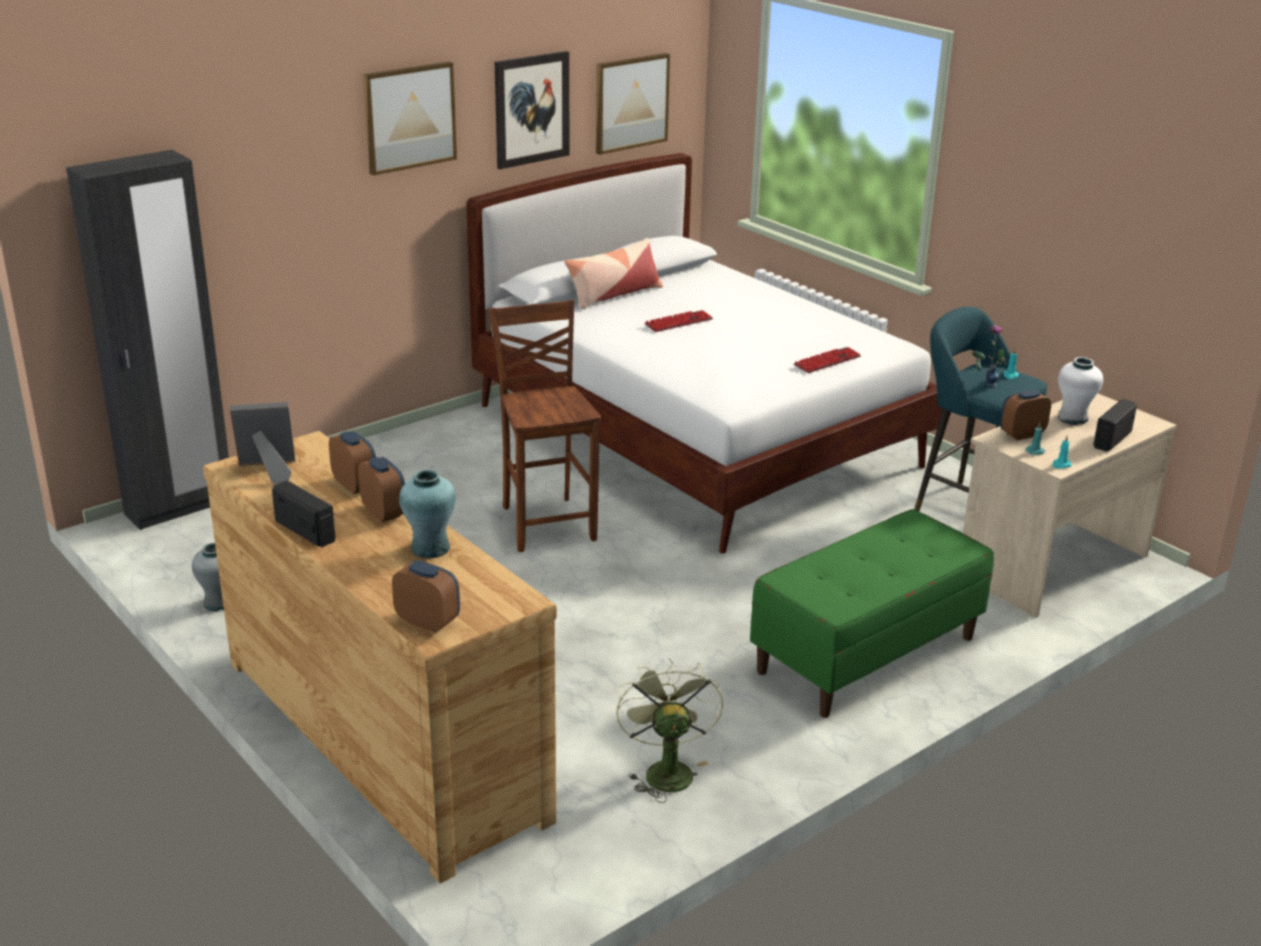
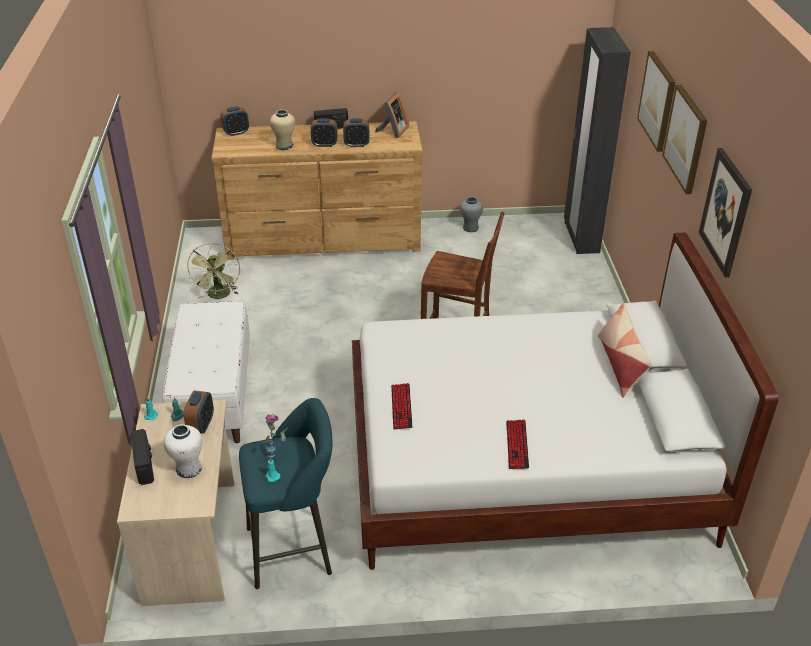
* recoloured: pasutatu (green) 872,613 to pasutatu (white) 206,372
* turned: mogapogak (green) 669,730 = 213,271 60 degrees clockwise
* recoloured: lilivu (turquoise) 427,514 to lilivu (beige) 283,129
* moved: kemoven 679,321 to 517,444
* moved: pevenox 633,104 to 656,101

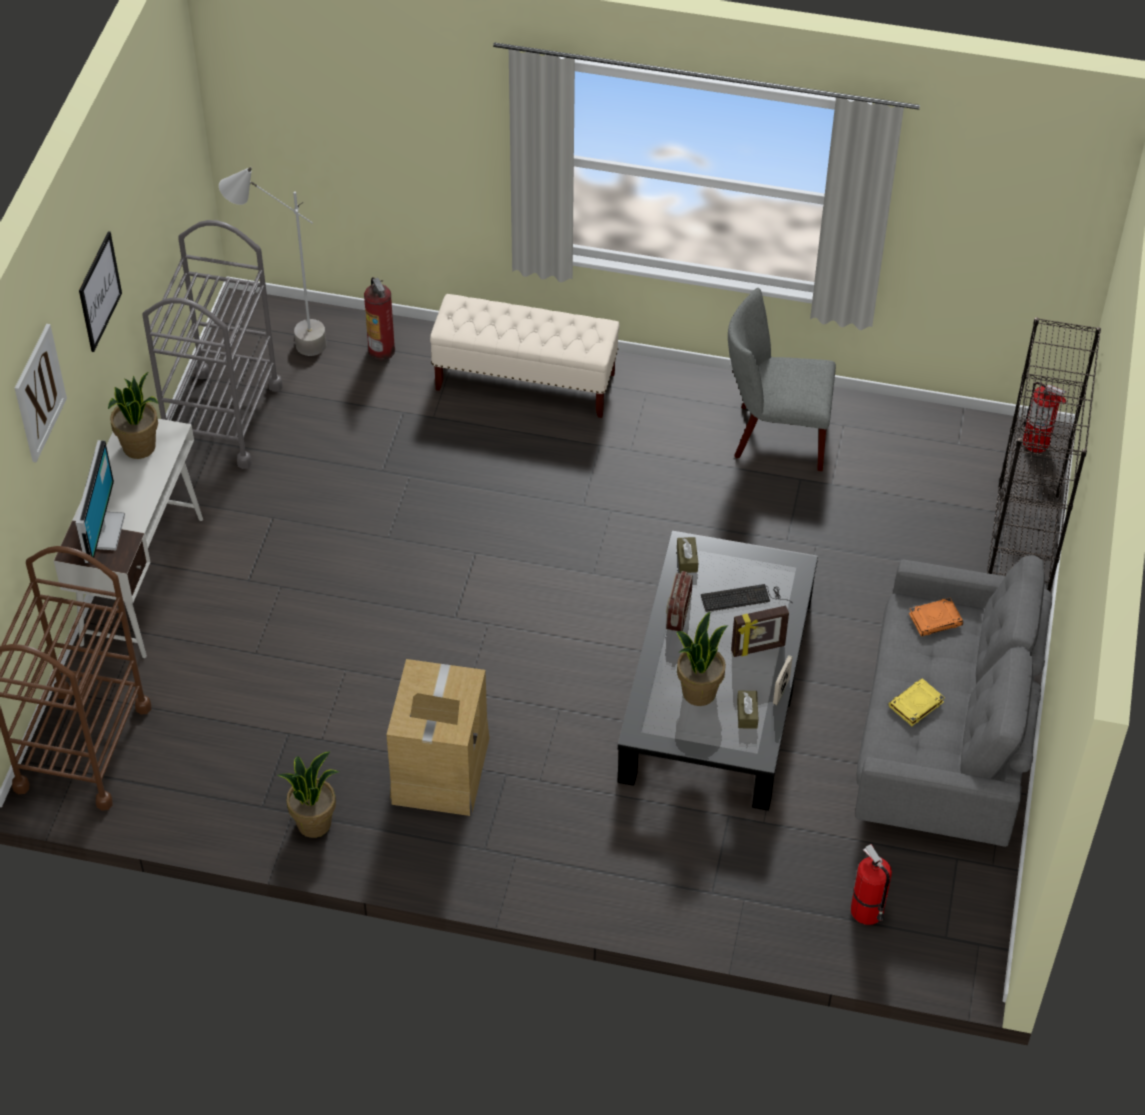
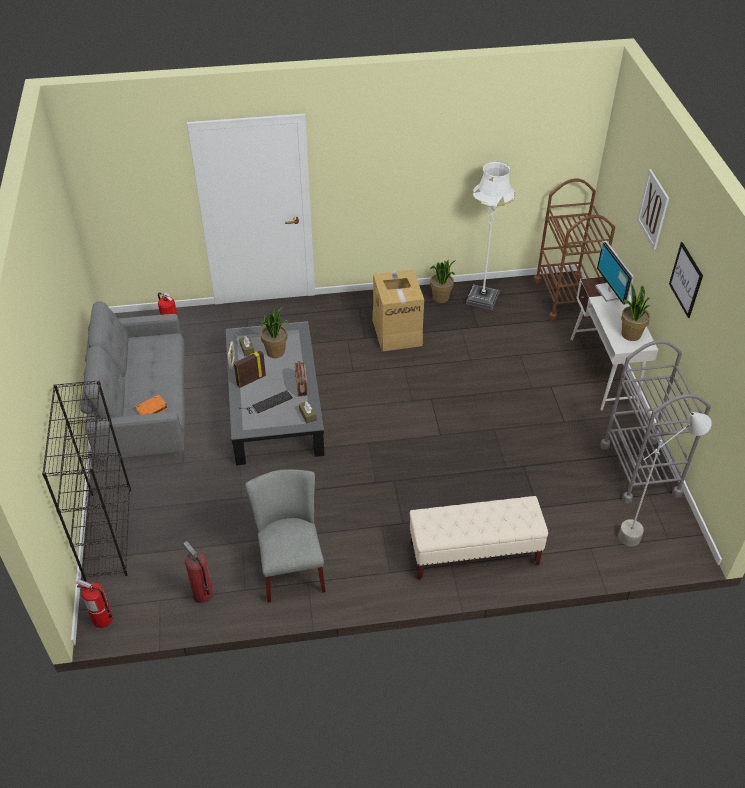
* moved: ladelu 379,318 to 198,572
* turned: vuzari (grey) 782,379 = 285,536 90 degrees counterclockwise
* added: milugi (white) 490,235
* removed: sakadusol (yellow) 917,702

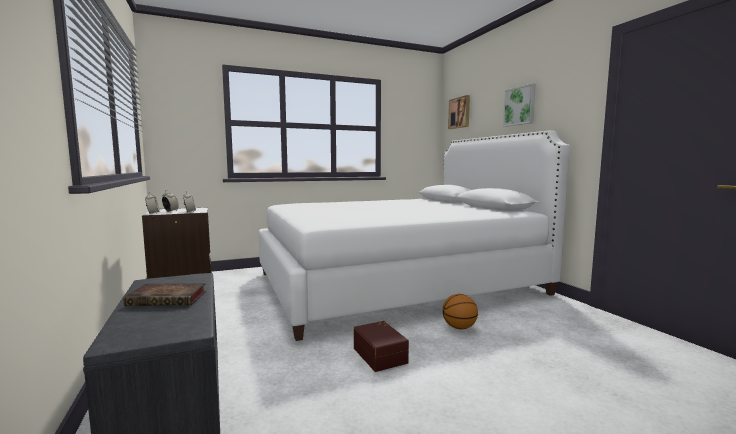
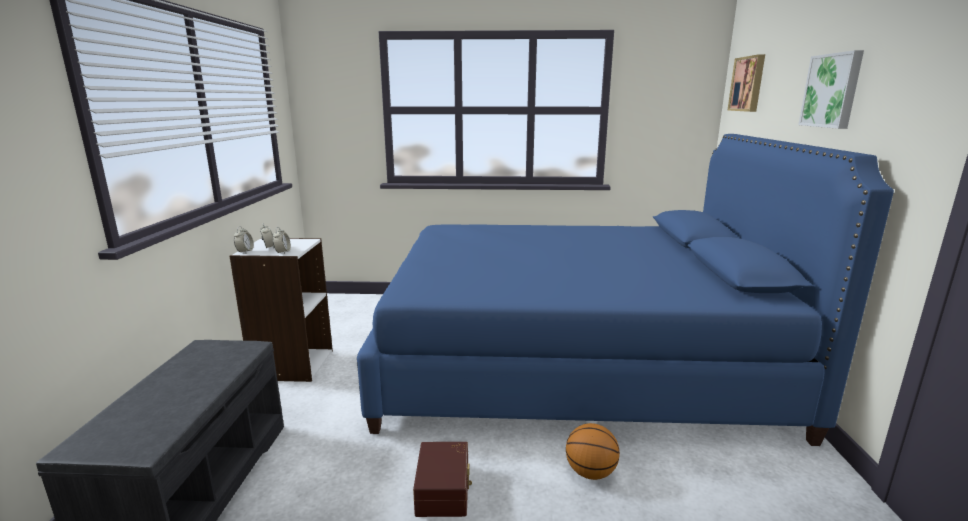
* recoloured: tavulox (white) 414,236 to tavulox (blue) 625,290
* removed: sakadusol 165,294

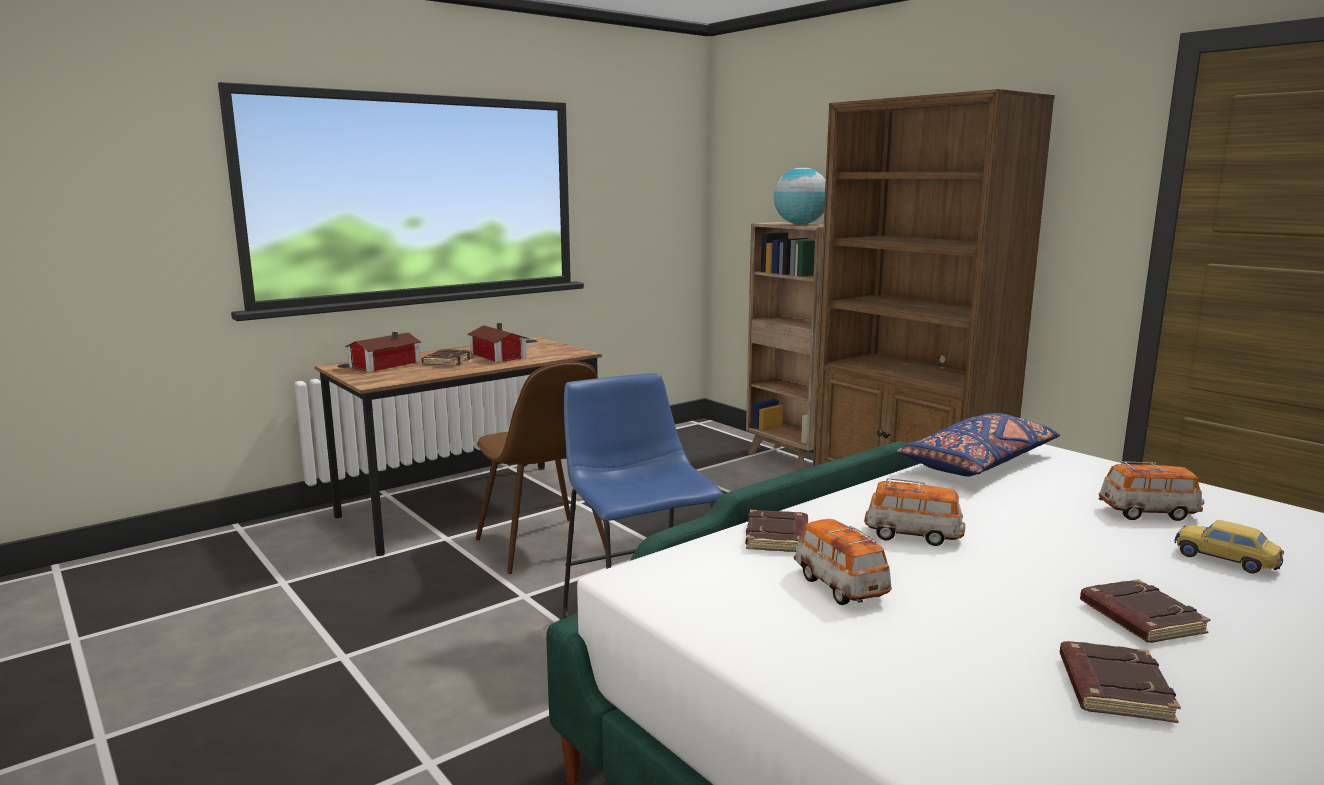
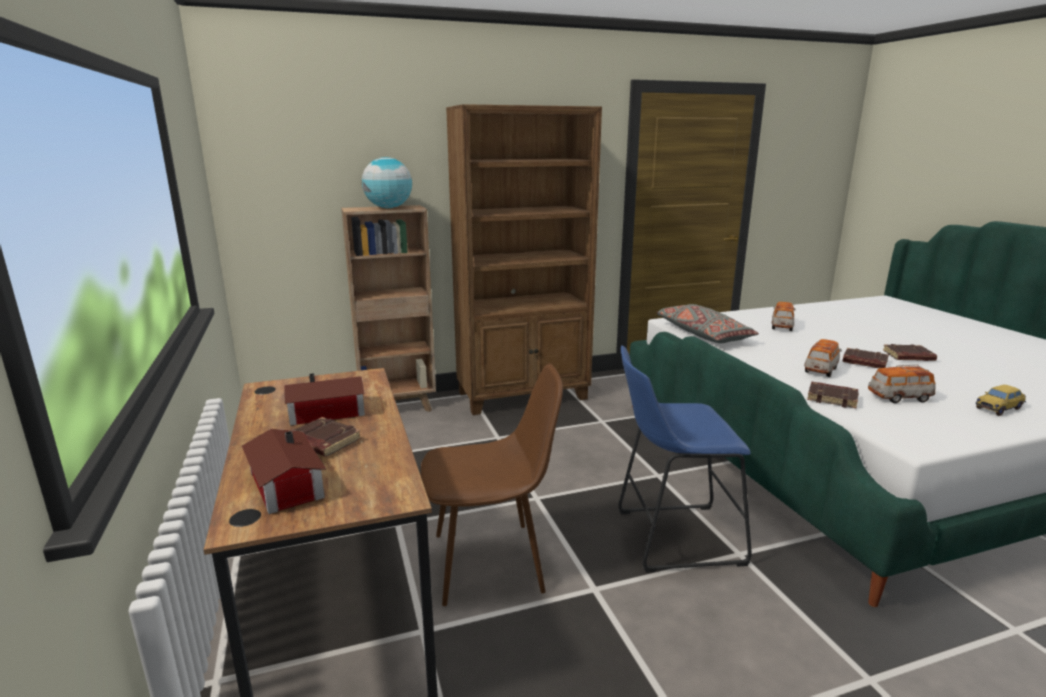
* recoloured: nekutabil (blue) 978,445 to nekutabil (grey) 708,323
* moved: sakadusol (brown) 1120,682 to 865,358
* moved: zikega 1229,547 to 1001,400

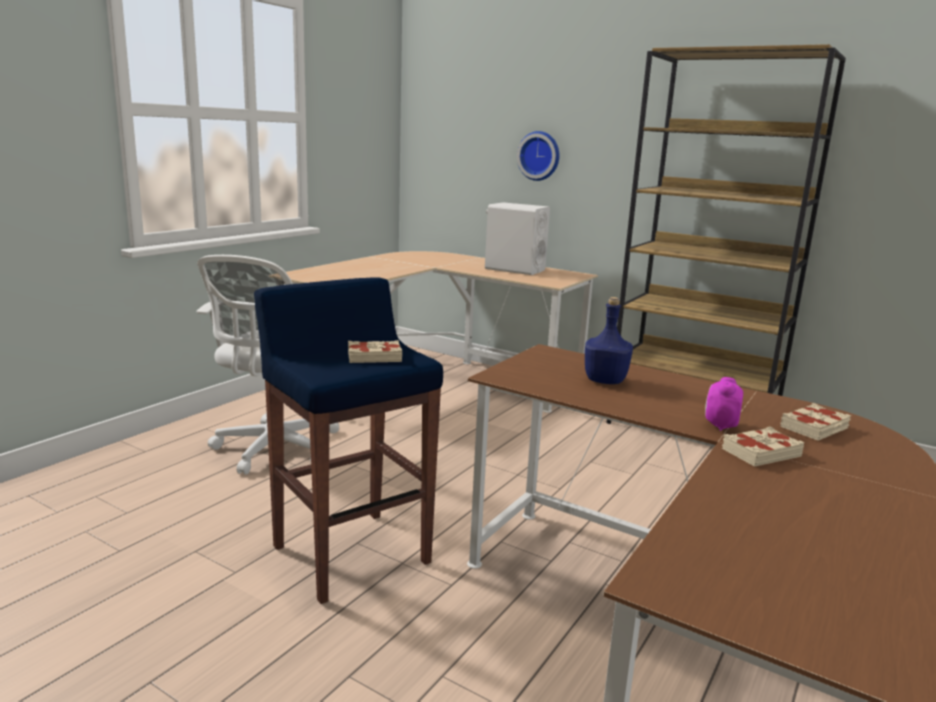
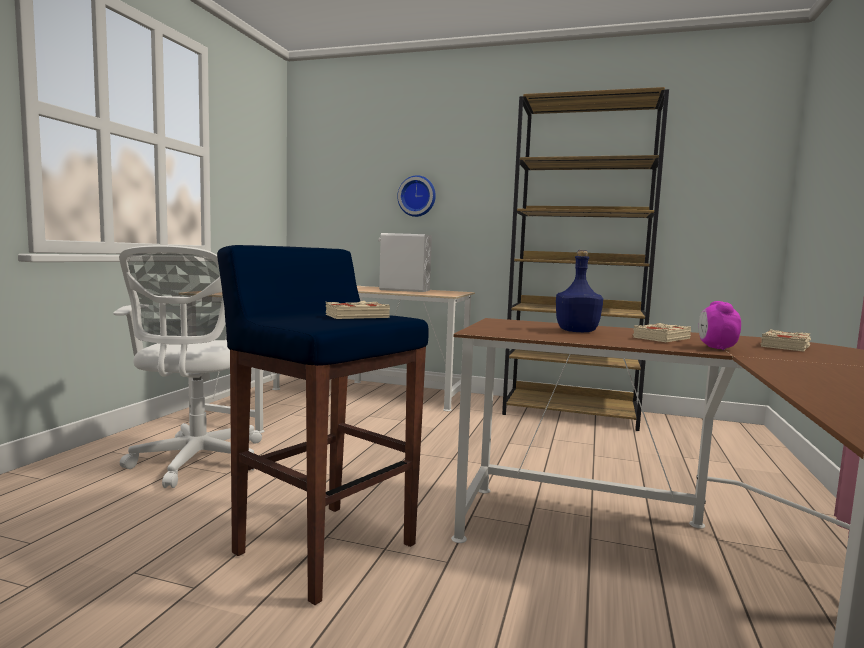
* moved: sakadusol (beige) 763,446 to 662,332

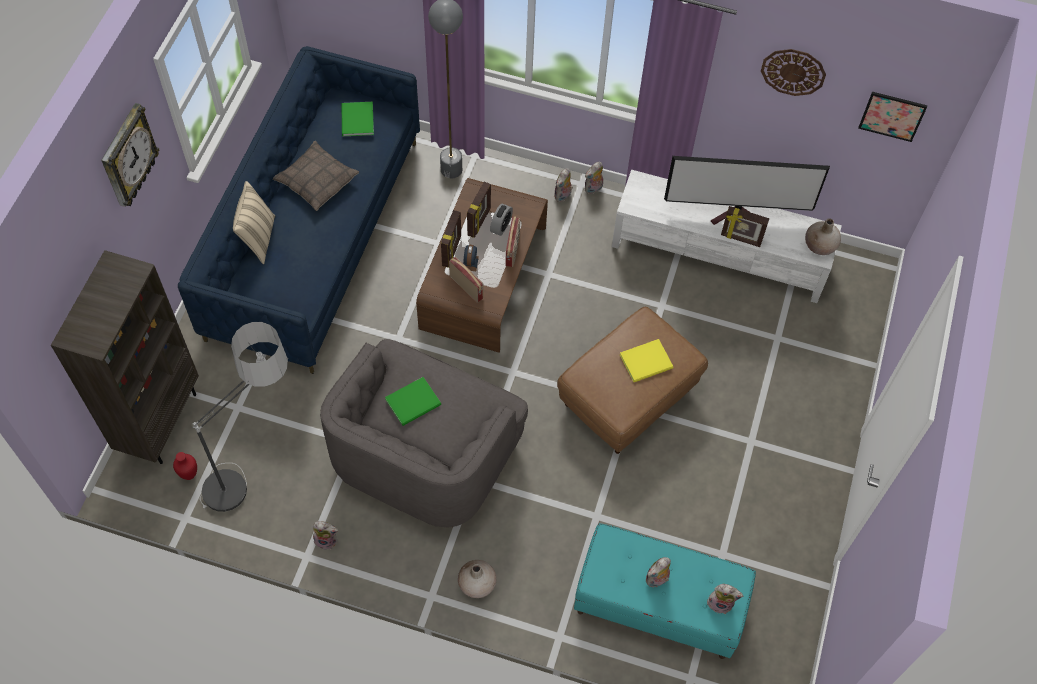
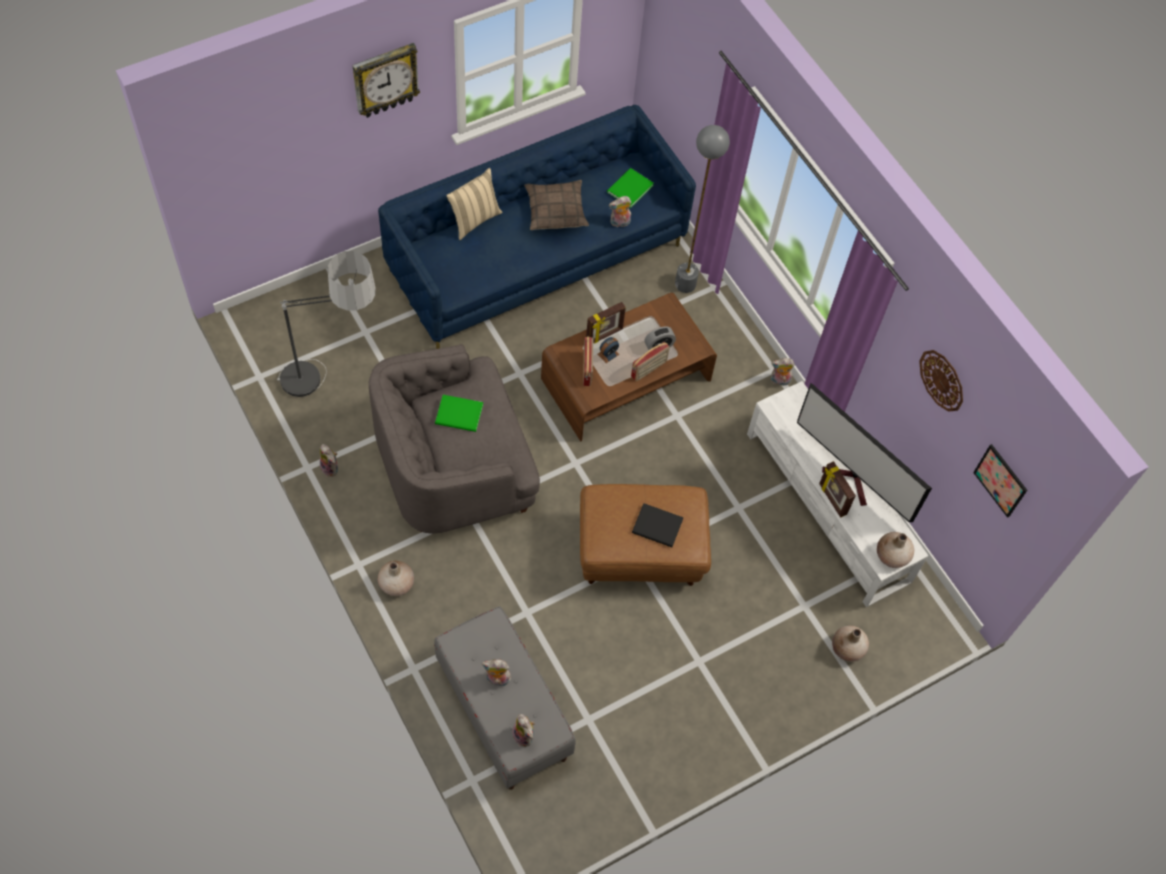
* recoloured: pasutatu (turquoise) 665,591 to pasutatu (grey) 505,698
* moved: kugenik 563,185 to 620,211
* recoloured: sakadusol (yellow) 646,360 to sakadusol (black) 658,525
* added: lilivu (beige) 850,644
* removed: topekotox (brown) 125,357
* removed: lilivu (red) 185,466
* removed: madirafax 479,210

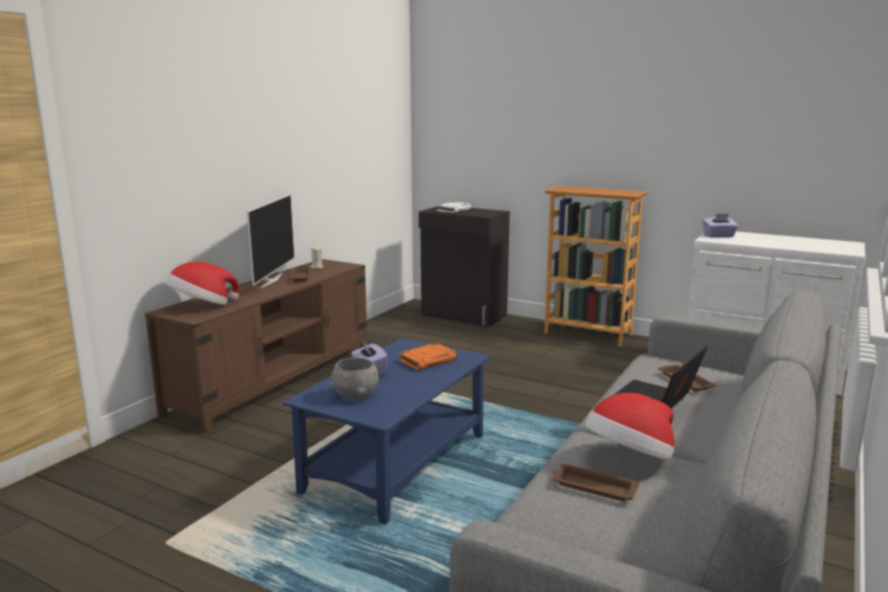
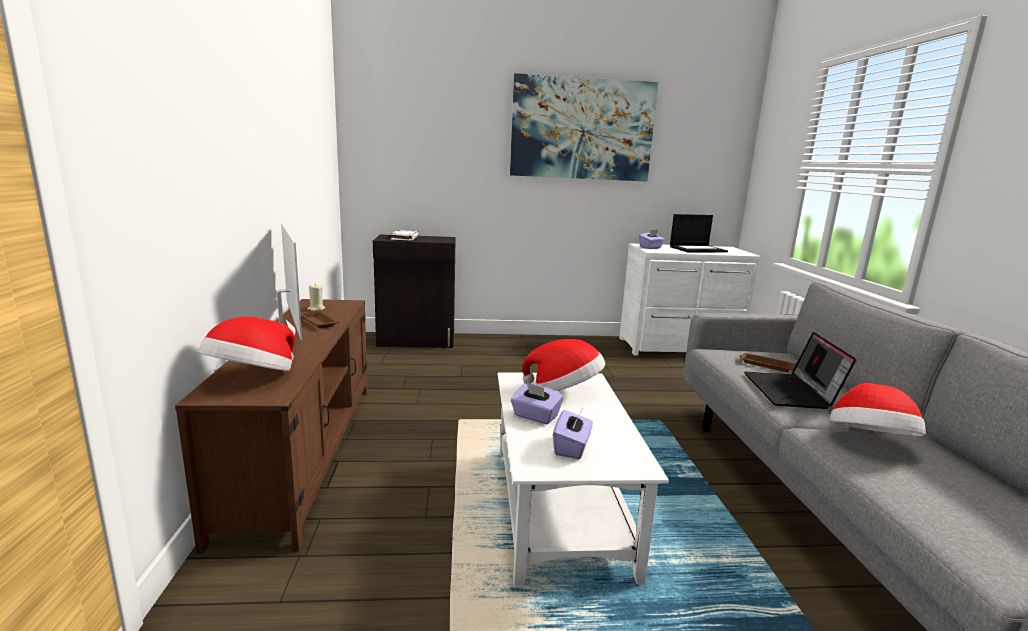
* recoloured: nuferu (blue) 387,431 to nuferu (white) 583,480
* added: pevenox 584,127
* replaced: sakadusol (orange) 428,356 to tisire 563,365
* replaced: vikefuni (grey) 354,379 to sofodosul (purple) 573,434
* added: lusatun 699,233
* removed: topekotox 596,266
* removed: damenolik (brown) 596,482

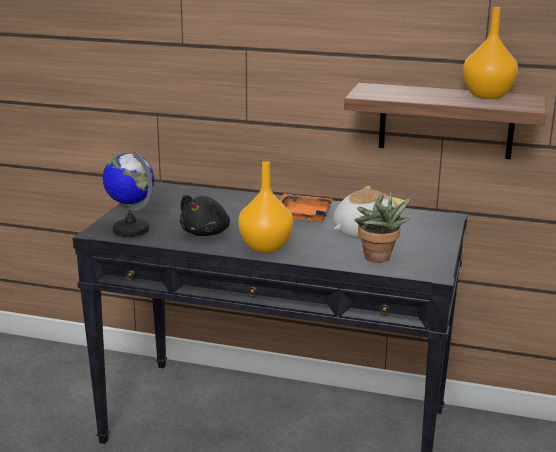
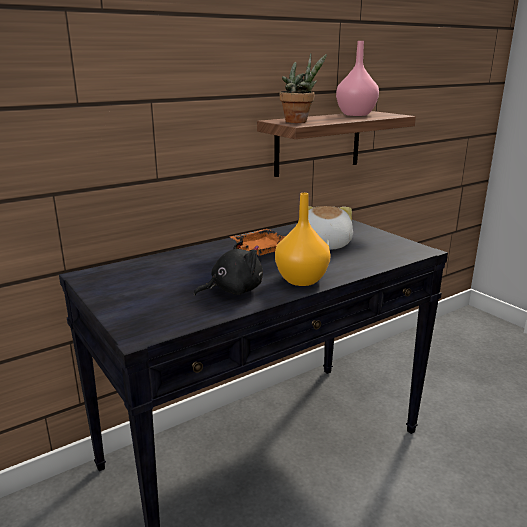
* turned: kugenik (black) 205,215 = 228,268 90 degrees counterclockwise
* moved: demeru 382,226 to 303,88
* recoloured: lilivu (orange) 490,53 to lilivu (pink) 357,78
* removed: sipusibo 128,193

